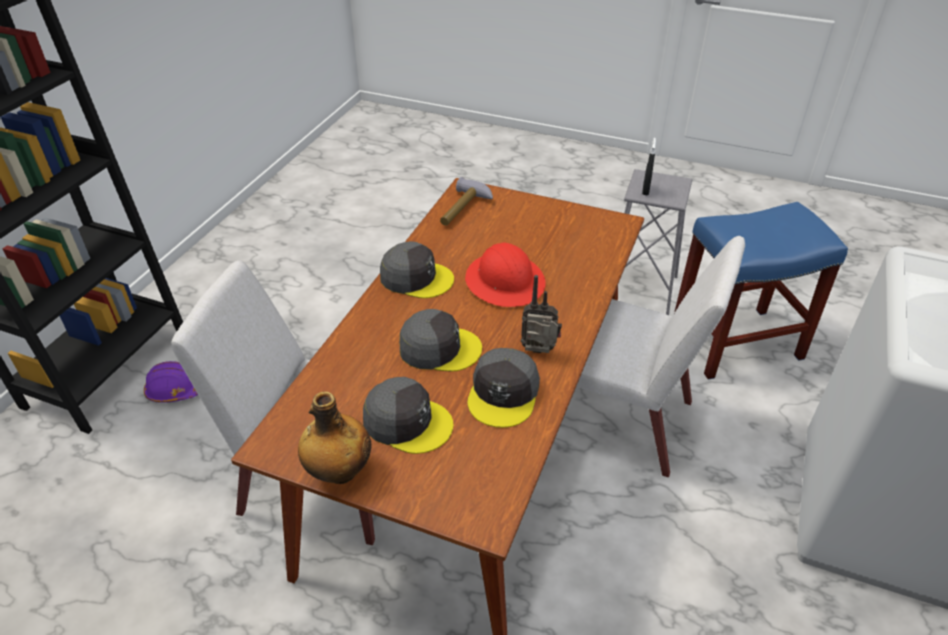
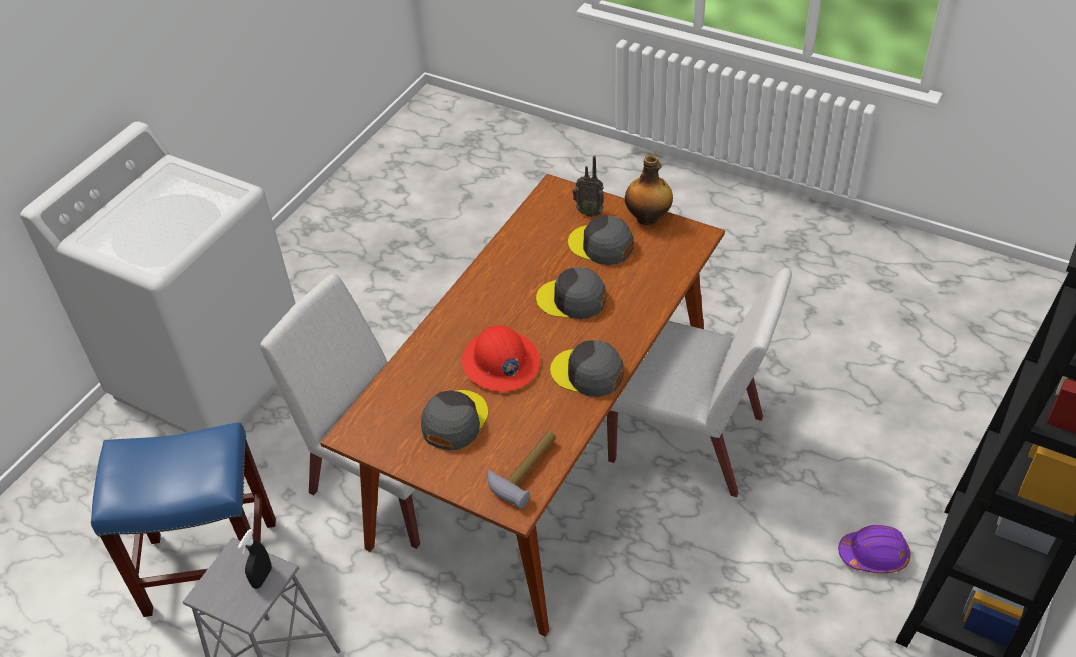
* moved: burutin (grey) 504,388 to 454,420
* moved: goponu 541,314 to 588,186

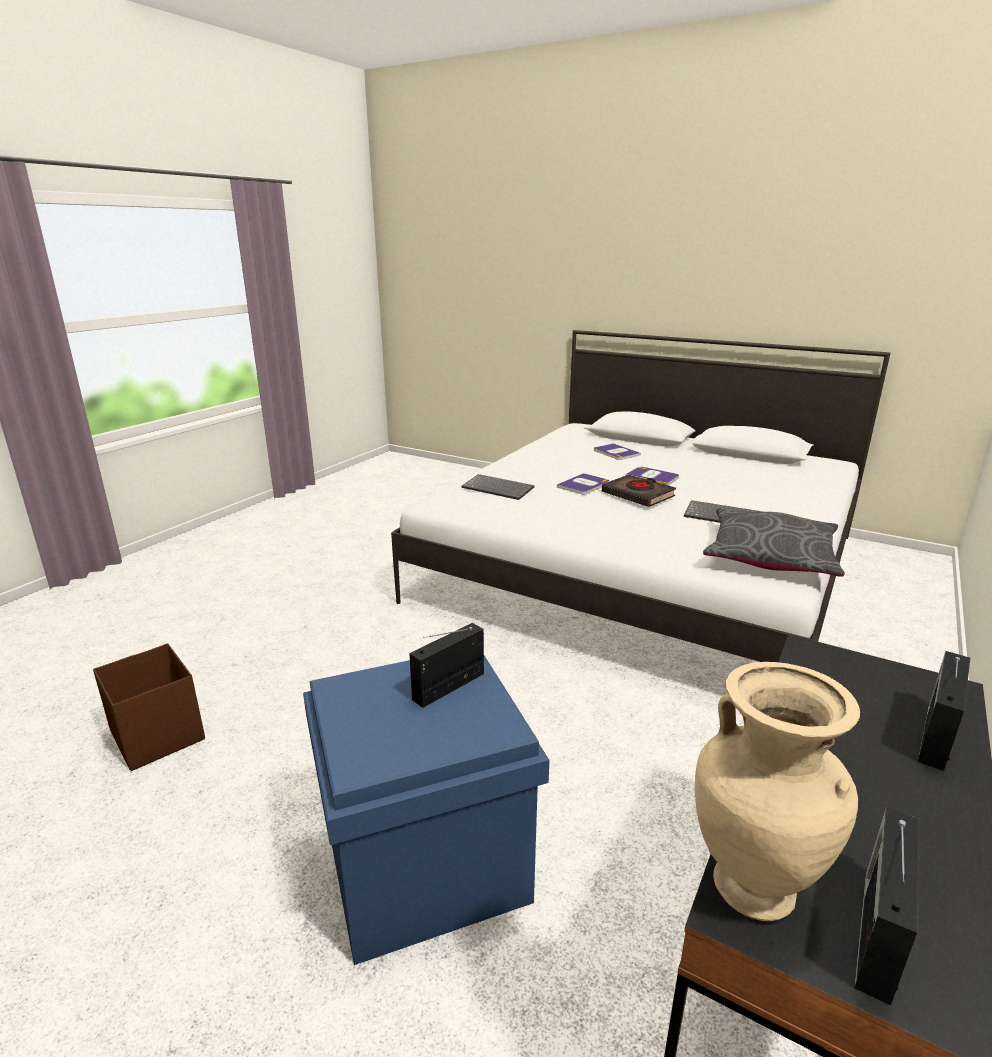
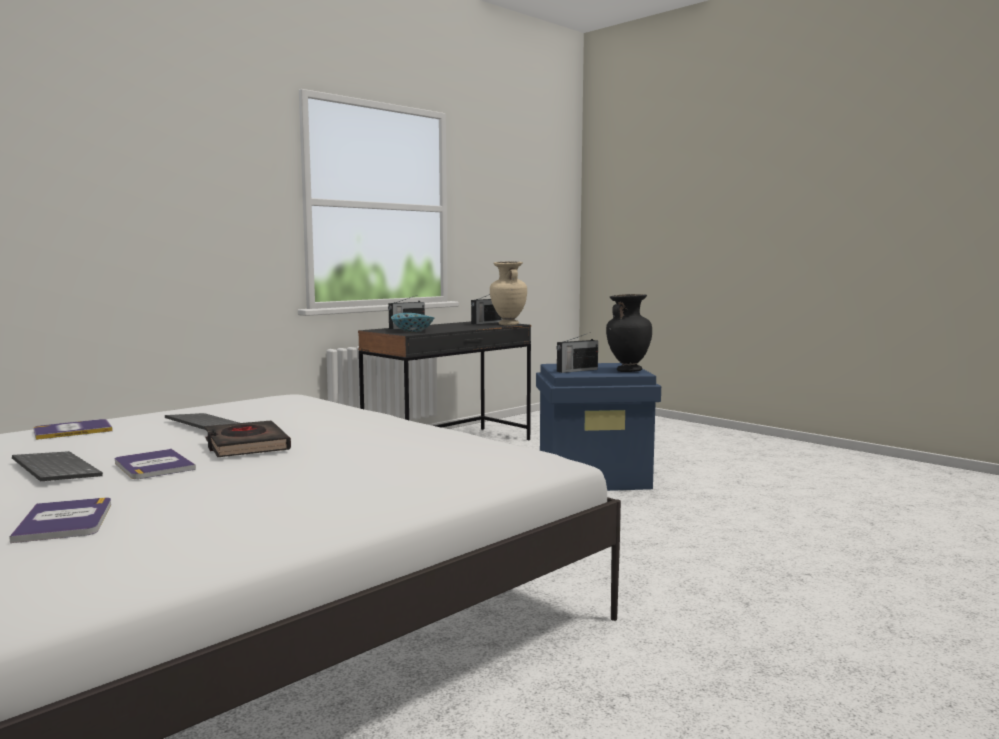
* moved: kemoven 498,487 to 57,466
* moved: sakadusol 583,484 to 73,429
* added: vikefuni 412,322
* added: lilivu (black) 629,333
* removed: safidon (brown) 149,707
* removed: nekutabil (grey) 774,542

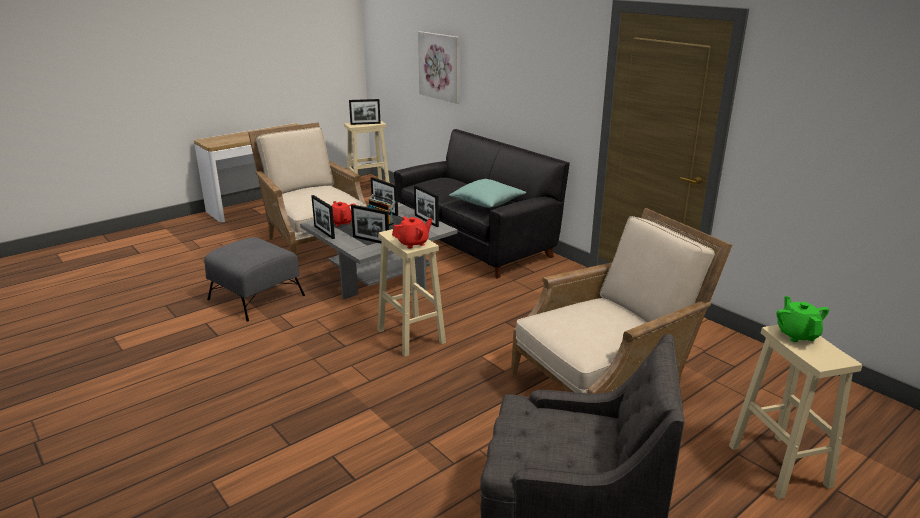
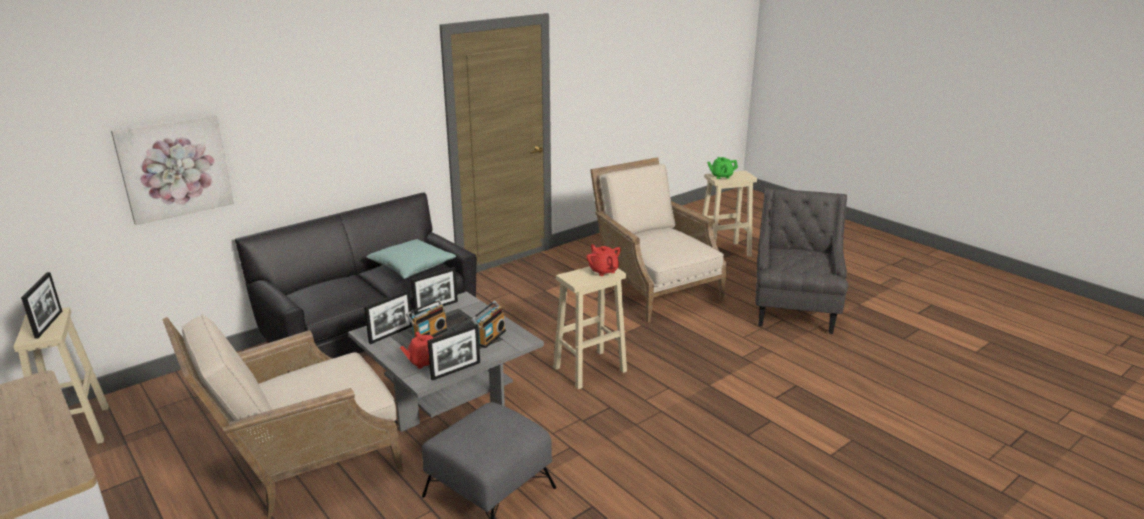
* replaced: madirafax 370,224 to goponu 488,324

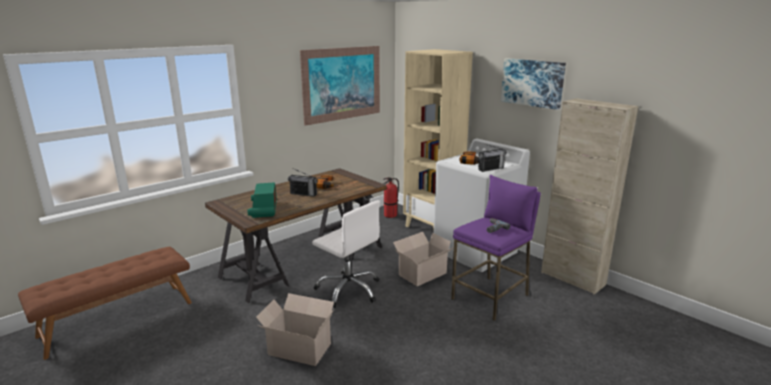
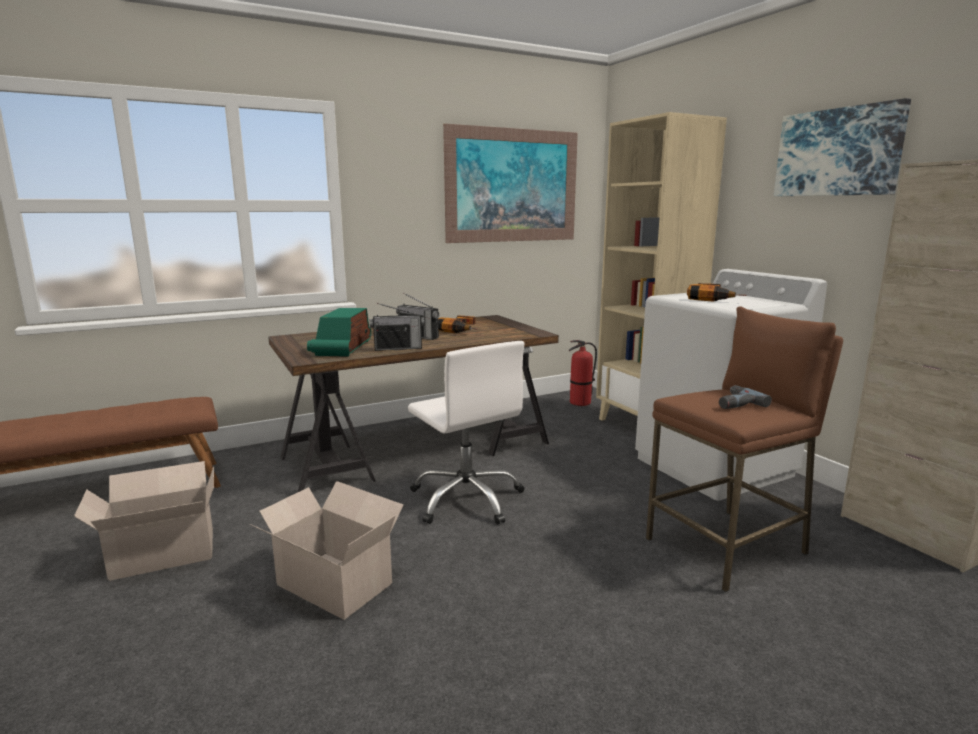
* moved: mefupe 423,259 to 144,521
* moved: goponu 492,158 to 397,327
* recoloured: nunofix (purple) 496,248 to nunofix (brown) 744,449

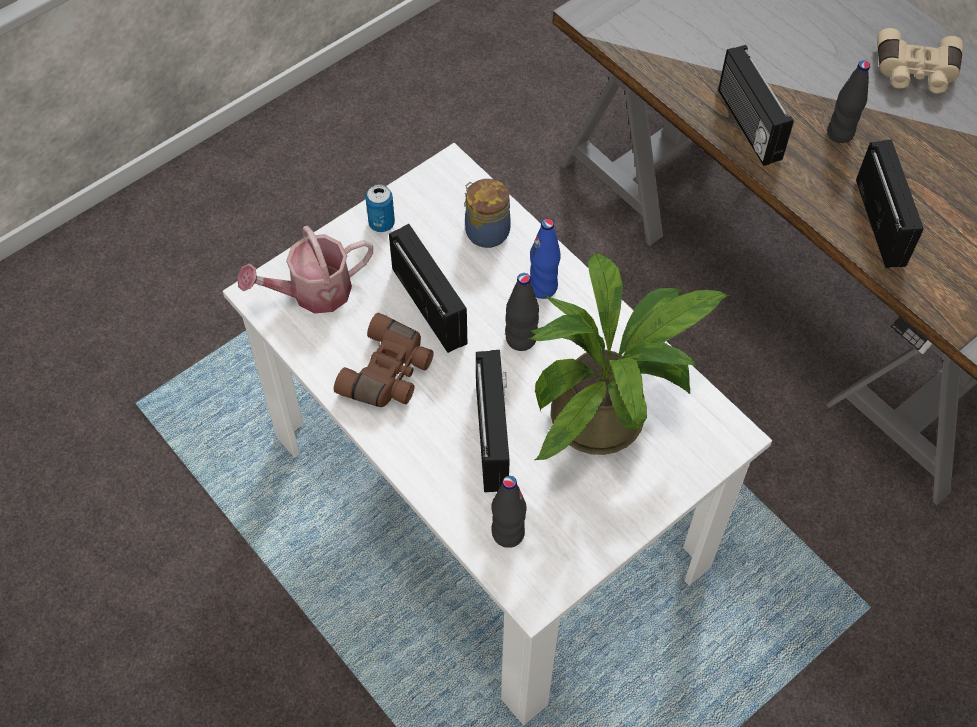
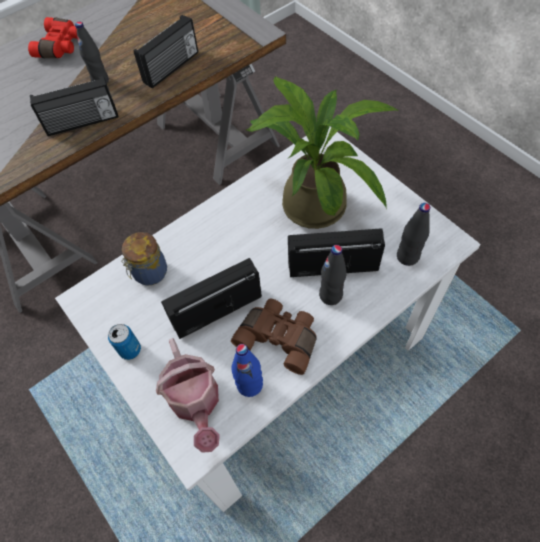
* recoloured: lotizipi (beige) 920,60 to lotizipi (red) 53,37
* turned: goponu 890,204 = 166,52 135 degrees clockwise
* moved: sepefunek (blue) 545,259 to 247,370
* moved: sepefunek (black) 522,312 to 333,275

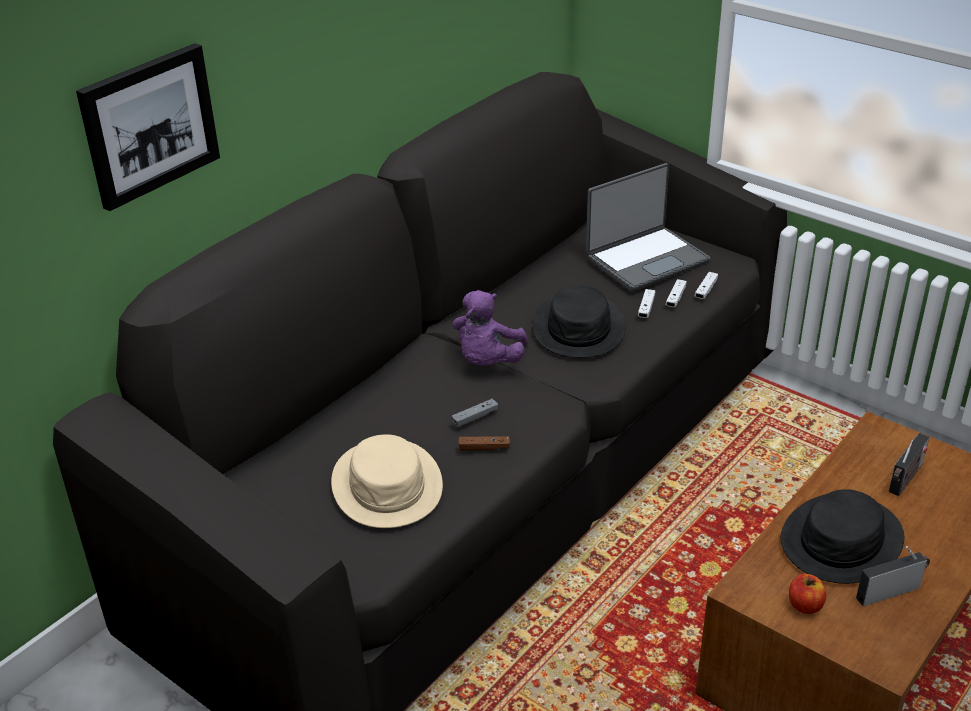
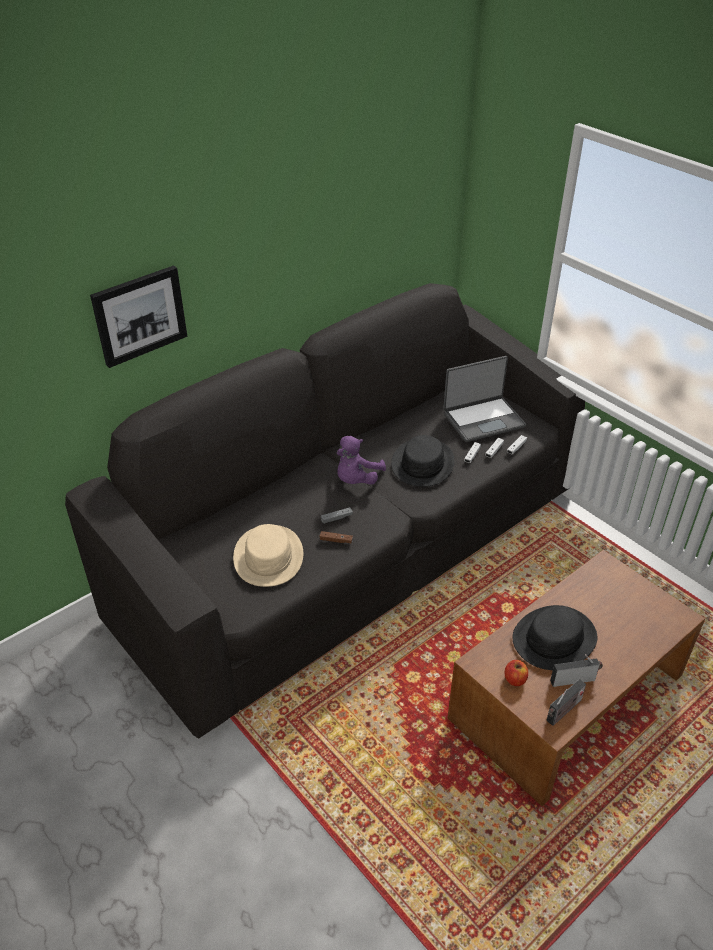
* moved: goponu 908,464 to 566,702

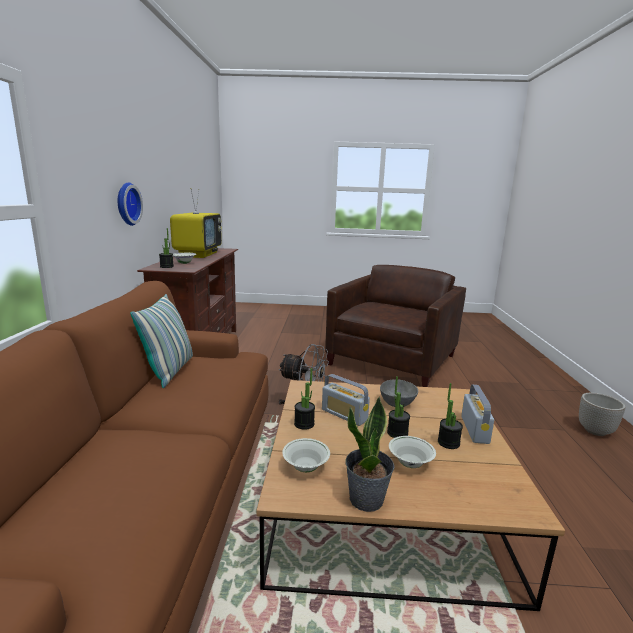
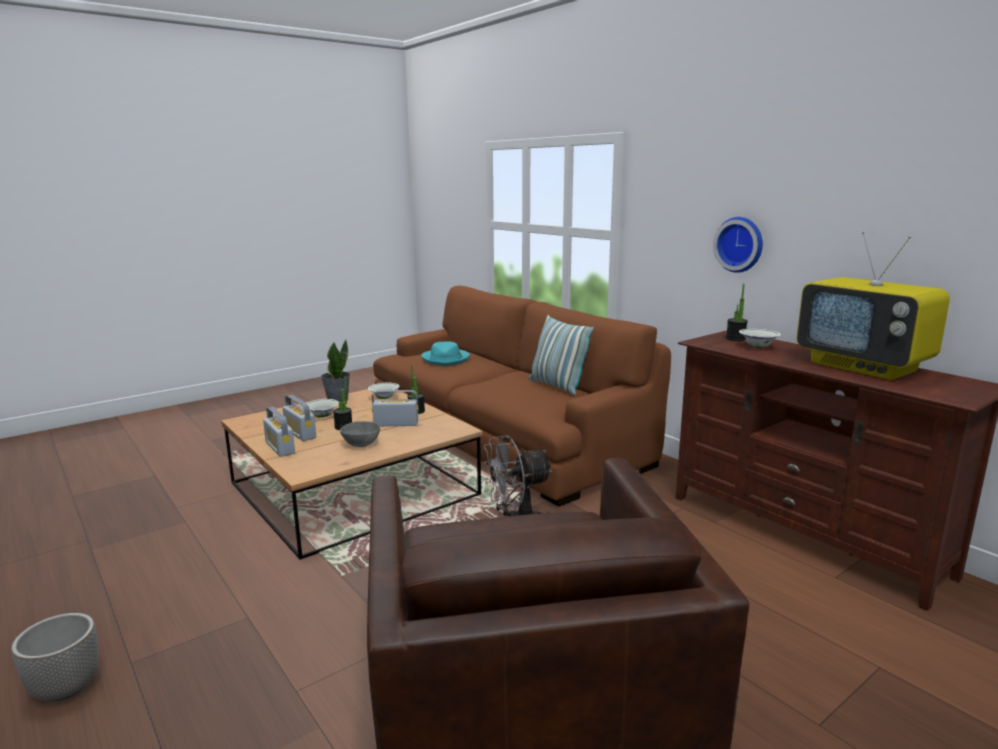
* replaced: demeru 450,416 to goponu 299,418
* added: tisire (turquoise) 445,353

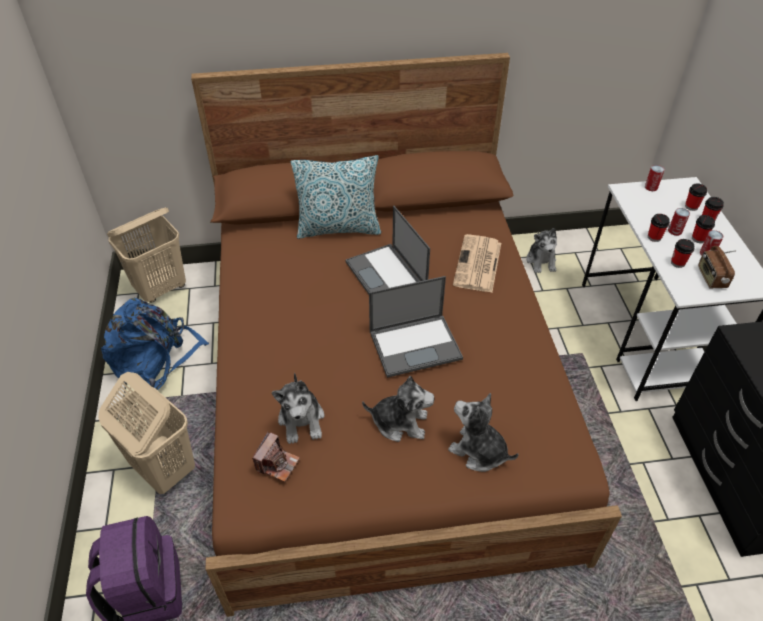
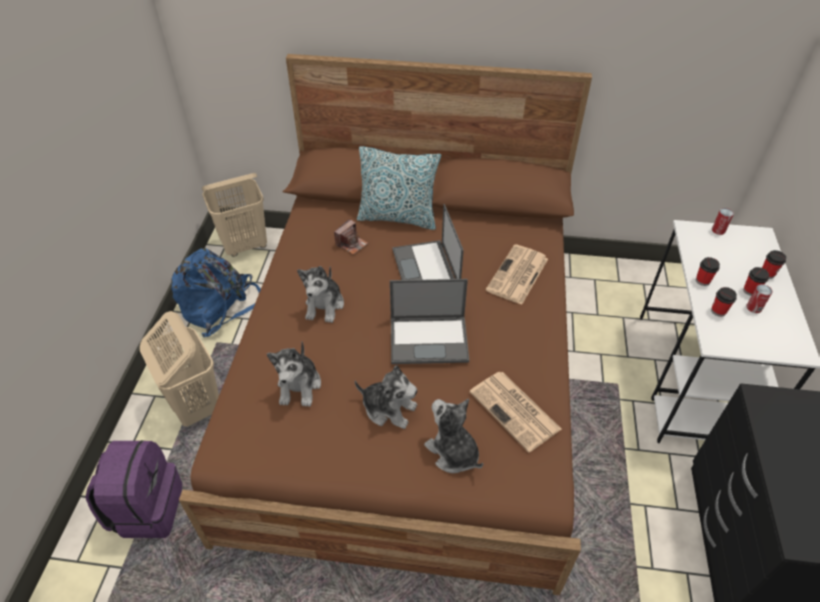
* moved: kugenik 542,250 to 320,294
* moved: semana 276,457 to 351,237
* added: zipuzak 515,412
* removed: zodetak 679,222
* removed: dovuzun 696,197
* removed: goponu 717,267

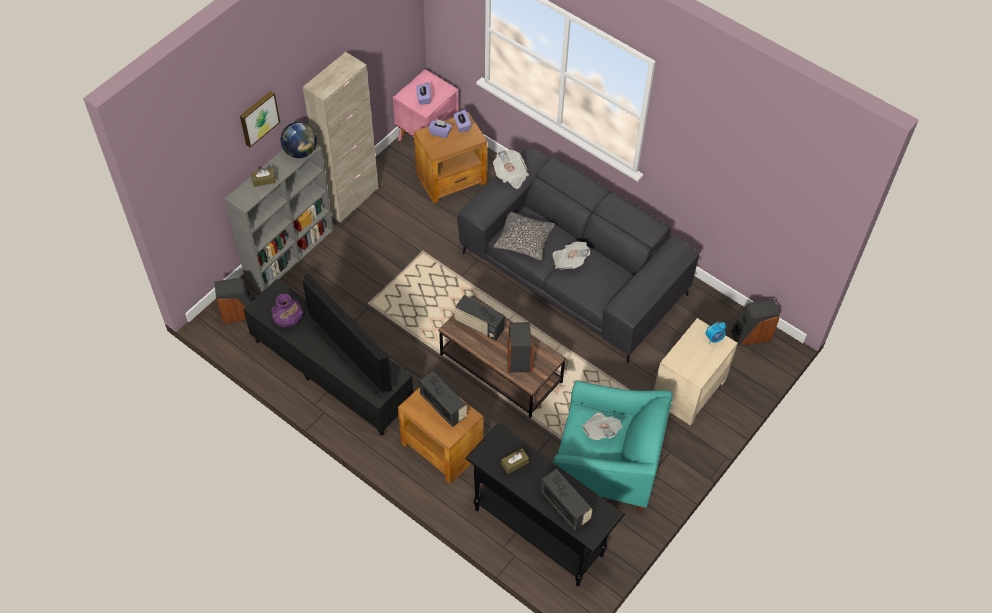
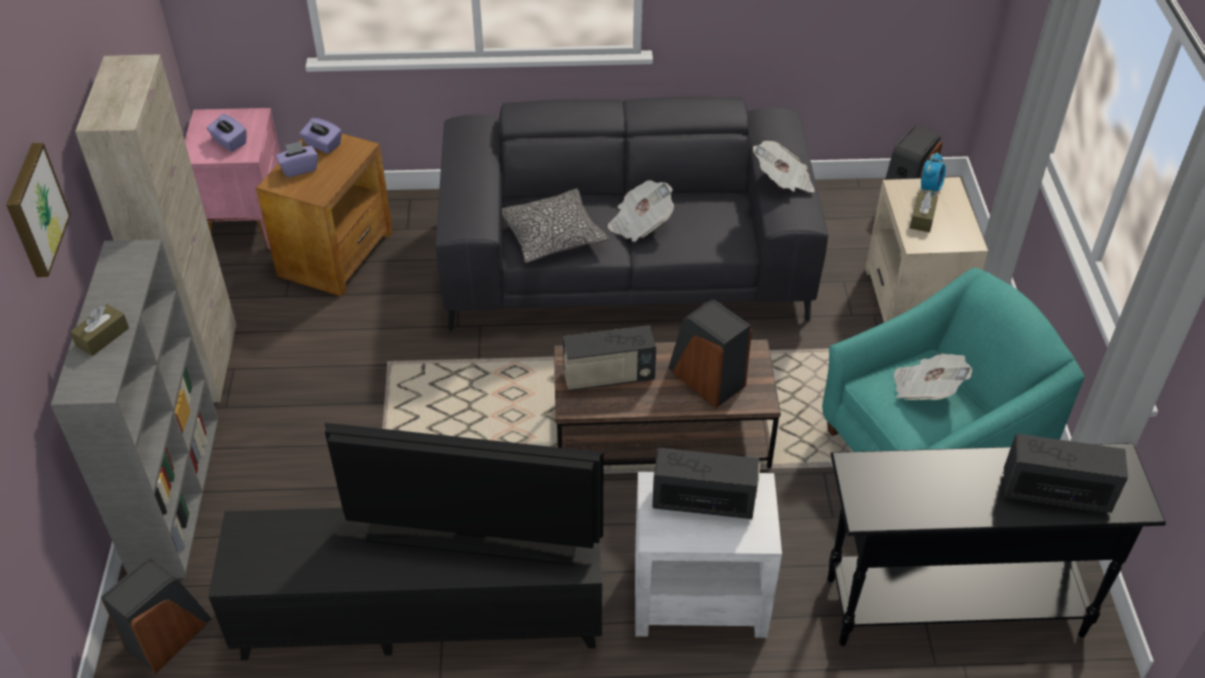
* recoloured: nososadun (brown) 440,435 to nososadun (white) 708,555
* moved: zipuzak 511,169 to 784,167
* moved: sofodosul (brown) 515,461 to 924,211
* removed: lilivu (purple) 287,311
* removed: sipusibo 299,140

